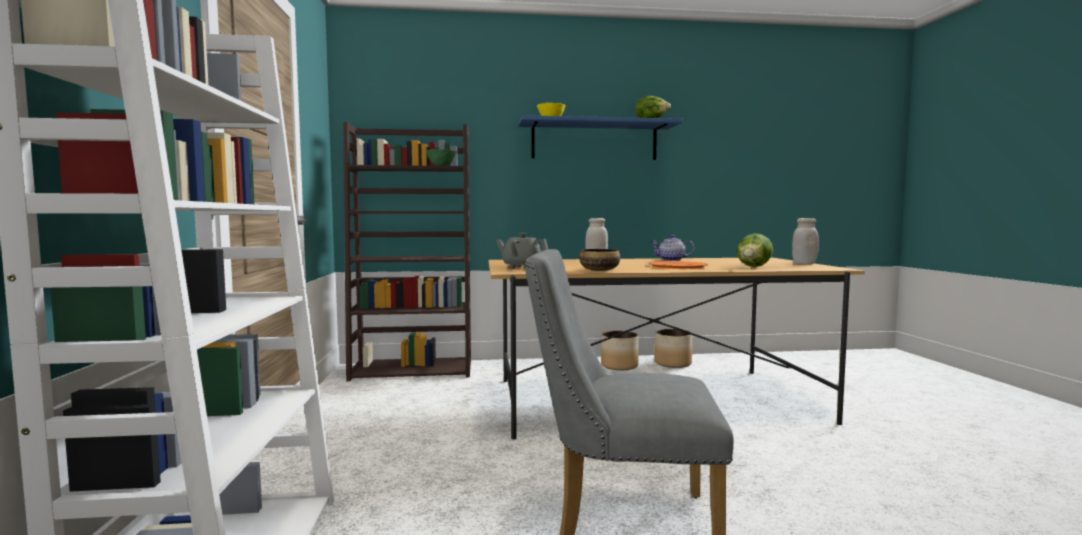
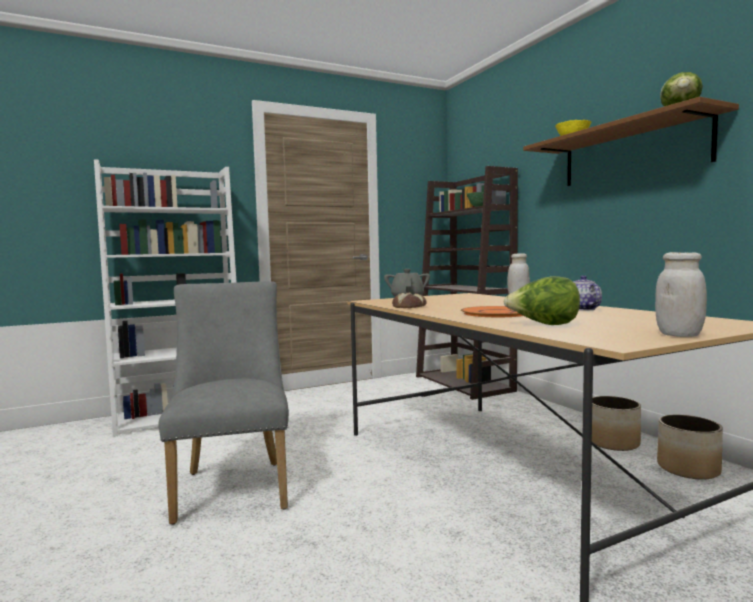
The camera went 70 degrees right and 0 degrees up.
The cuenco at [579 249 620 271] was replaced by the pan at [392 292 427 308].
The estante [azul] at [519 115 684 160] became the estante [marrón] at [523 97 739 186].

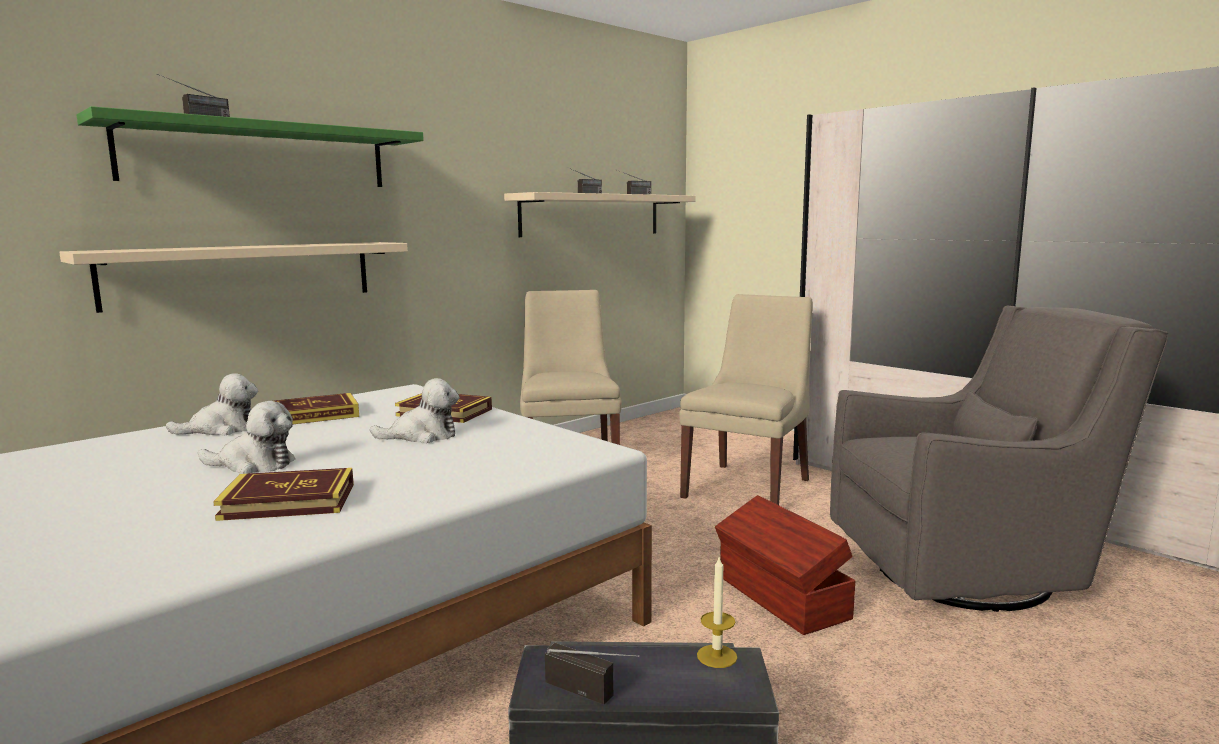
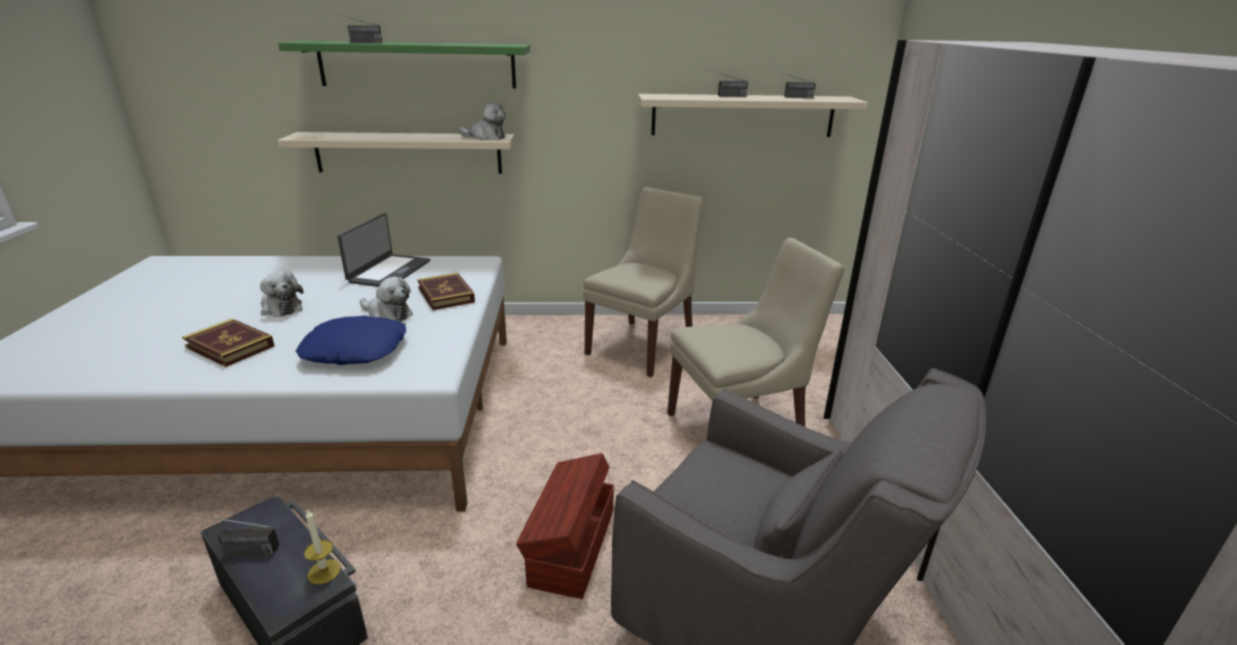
The camera went 40 degrees right and 15 degrees up.
The radio at [545 643 640 705] turned 105 degrees clockwise.
The cojín [azul] at [296 316 406 365] appeared.
The libro at [275 393 359 424] was replaced by the portátil at [337 213 430 287].
The peluche moved from [166 373 258 436] to [459 102 506 140].

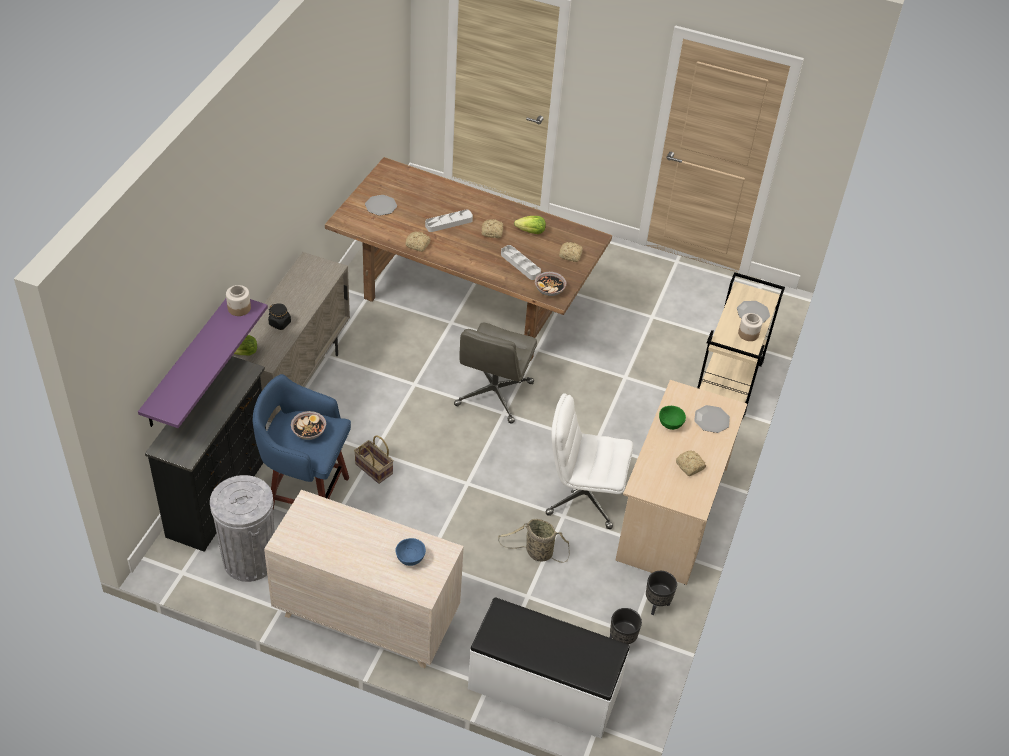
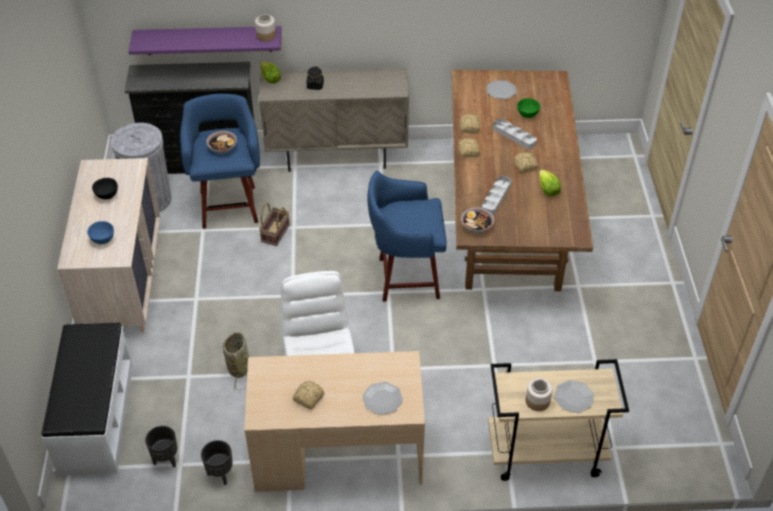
The camera went 70 degrees right and 0 degrees up.
The cuenco [negro] at [92 178 118 200] appeared.
The silla de oficina [gris] at [454 323 537 424] was replaced by the taburete [azul] at [367 171 447 302].
The pan moved from [559 242 583 262] to [458 138 480 158].
The cuenco [verde] moved from [659 406 686 430] to [517 98 540 118].

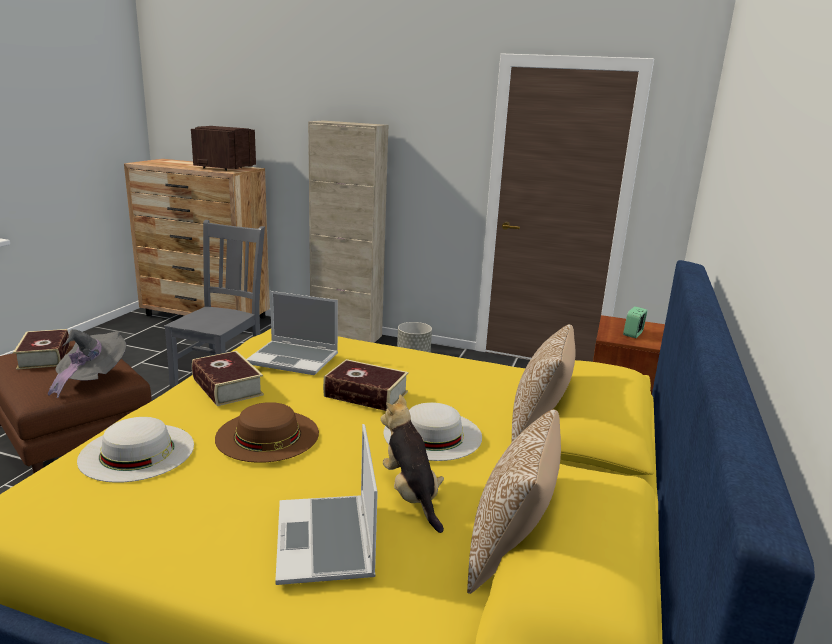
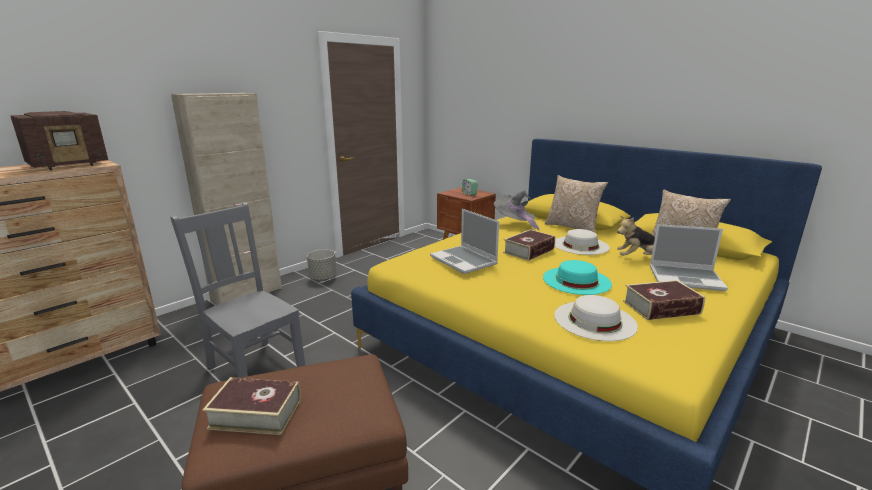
The camera went 65 degrees left and 0 degrees up.
The radio at [191 126 256 171] turned 90 degrees counterclockwise.
The portátil at [246 291 338 375] turned 105 degrees clockwise.
The sombrero [gris] moved from [48 329 126 398] to [494 190 540 230].
The sombrero [marrón] at [215 402 319 463] became the sombrero [turquesa] at [543 260 612 295].
The libro moved from [192 351 264 406] to [623 280 705 320].

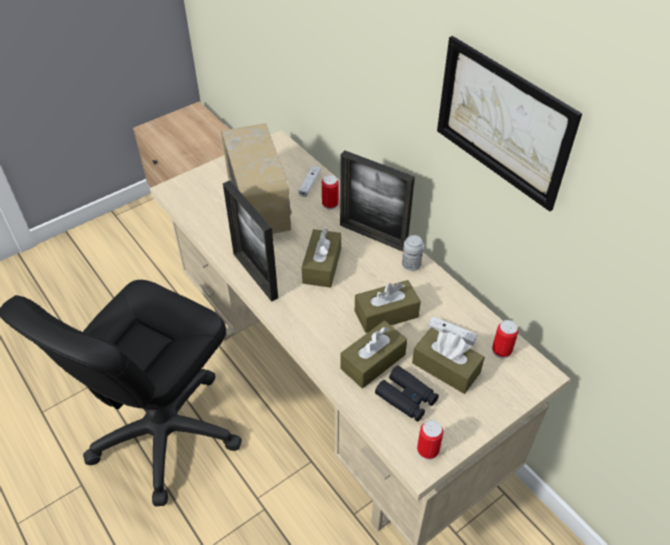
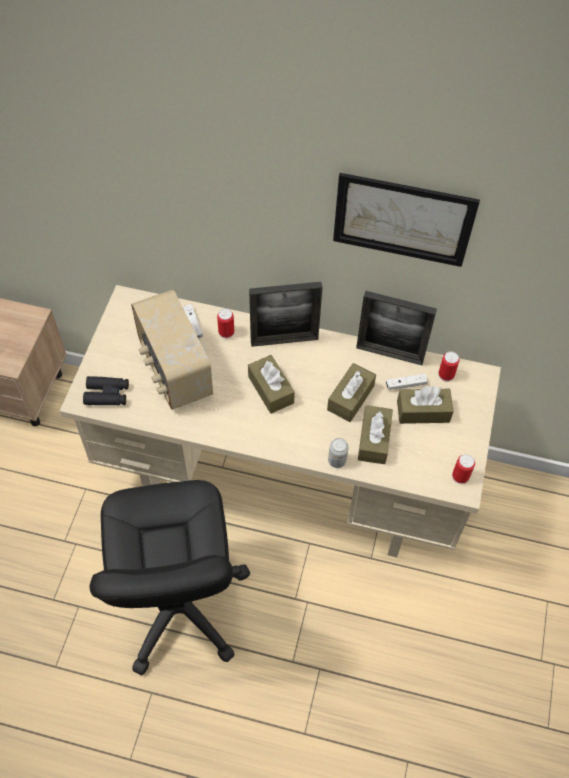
The camera went 40 degrees left and 10 degrees up.
The prismáticos [negro] moved from [375 366 439 422] to [83 376 129 406].
The radio at [221 123 292 234] turned 150 degrees counterclockwise.
The lata moved from [402 235 424 271] to [328 438 349 468].
The portarretratos moved from [223 180 278 302] to [356 291 437 365].

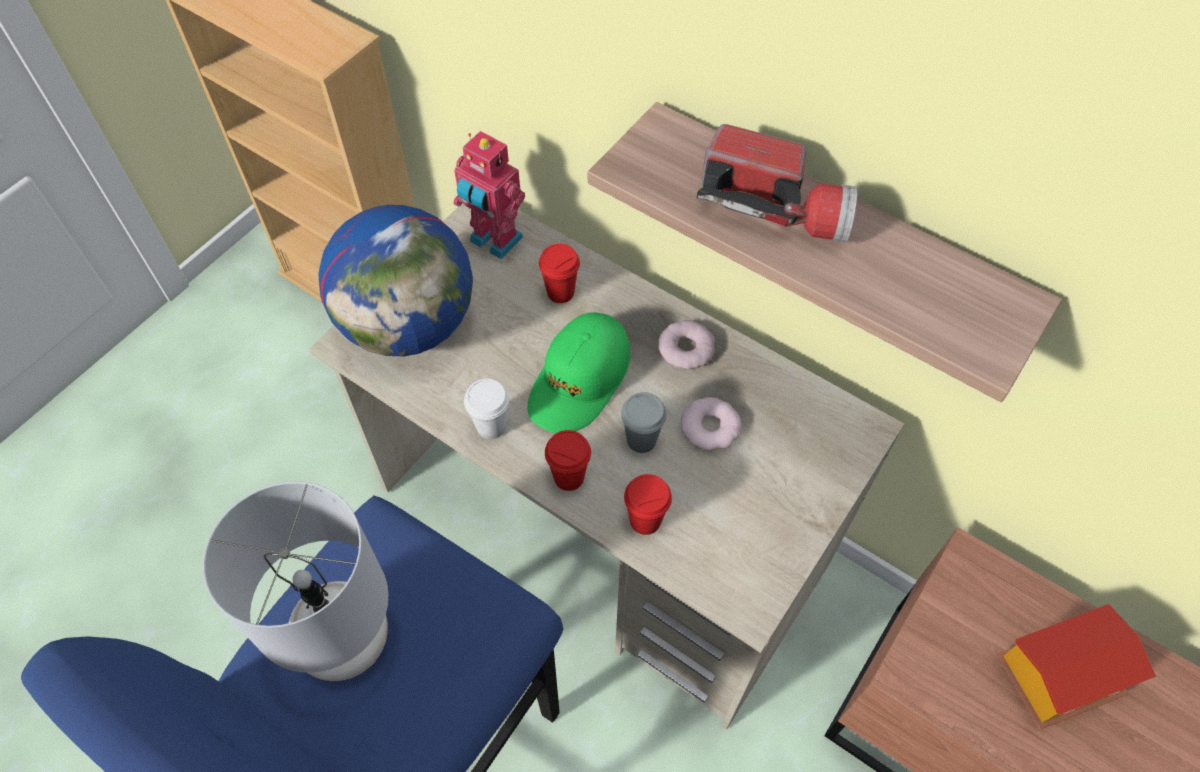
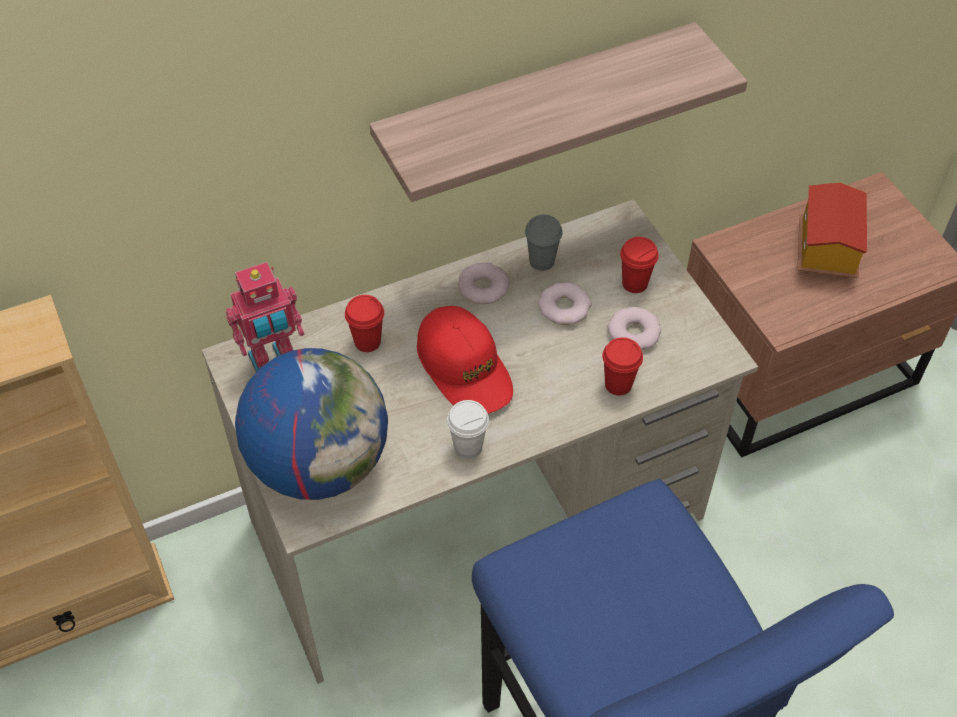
The camera went 60 degrees left and 5 degrees down.
The gorra [verde] at [528 312 630 433] became the gorra [rojo] at [417 306 513 414].
The taza [gris] moved from [621 392 666 453] to [525 215 563 271].
The rosquilla at [607 307 661 350] appeared.
The taza [rojo] moved from [545 430 591 491] to [620 237 659 293].
The lámpara de mesa [gris] at [203 481 388 681] disappeared.
The linterna at [696 124 857 243] disappeared.

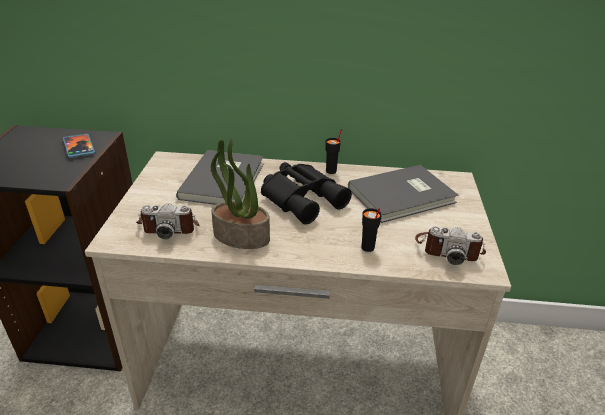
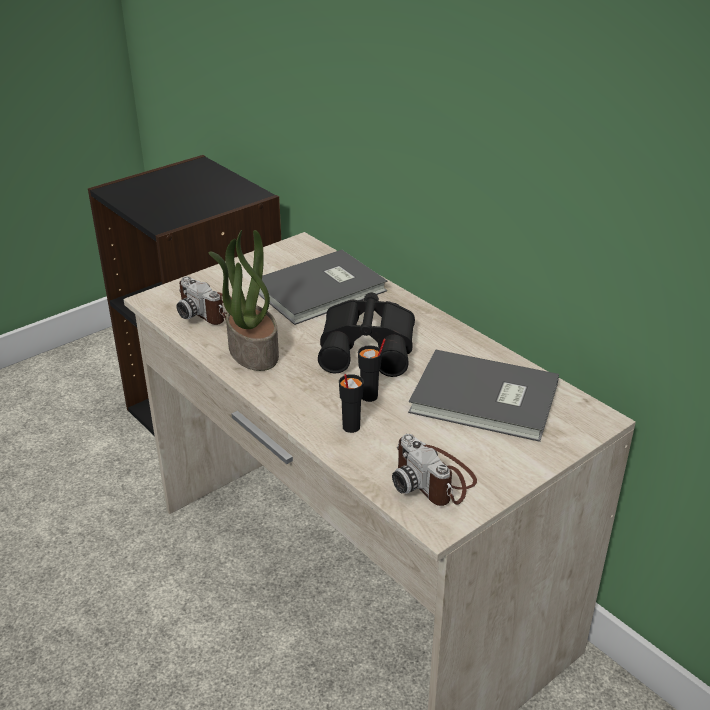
The camera went 45 degrees right and 0 degrees up.
The taza [negro] moved from [326 129 342 174] to [358 338 386 402].
The móvil at [63 133 95 158] disappeared.

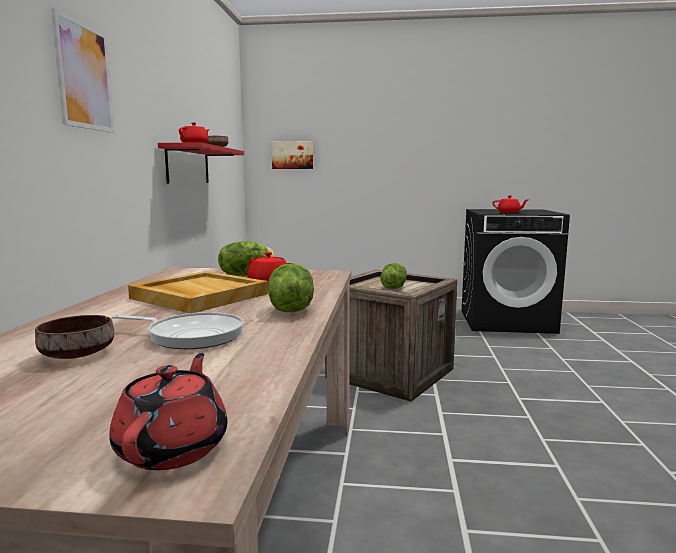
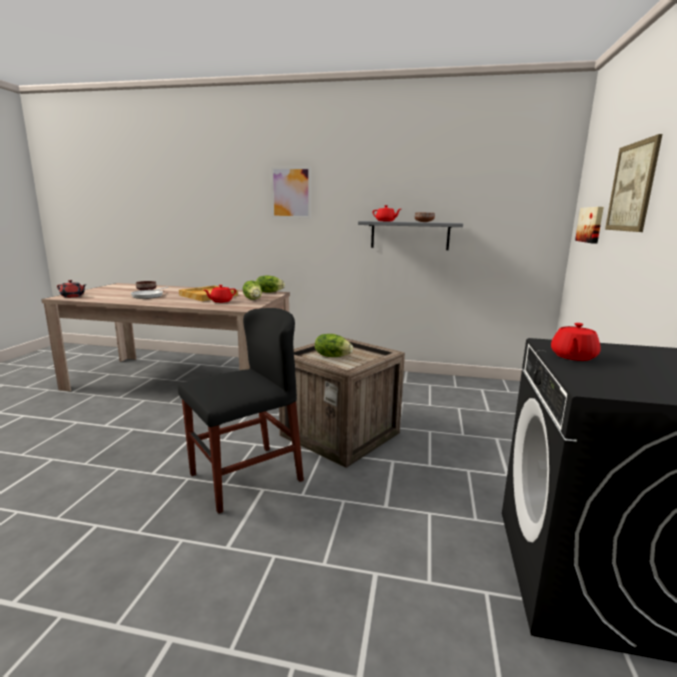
The camera went 95 degrees right and 5 degrees up.
The silla [negro] at [178 308 304 514] appeared.
The lechuga moved from [268 263 314 313] to [256 276 285 292].
The estante [rojo] at [158 142 244 184] became the estante [gris] at [358 221 463 250].
The cuadro at [605 134 662 232] appeared.

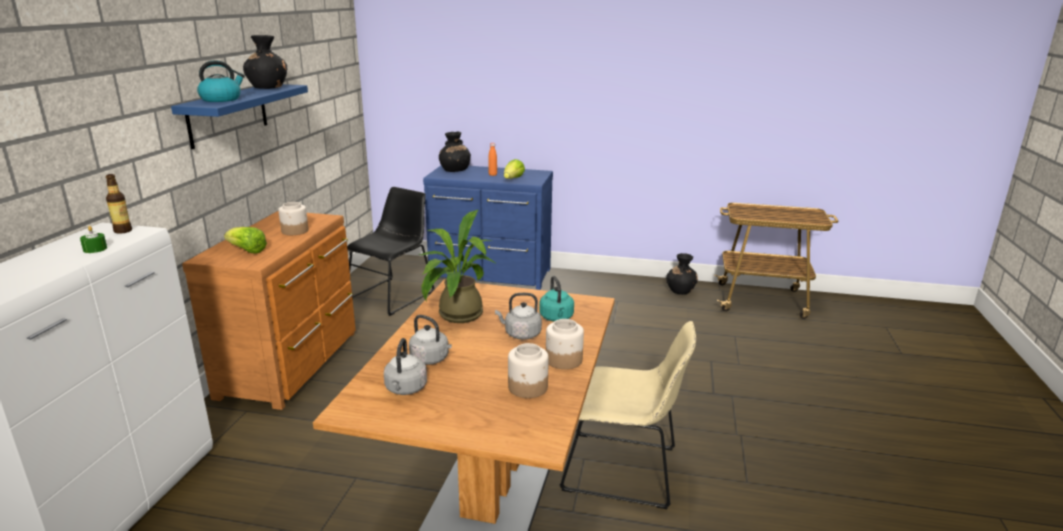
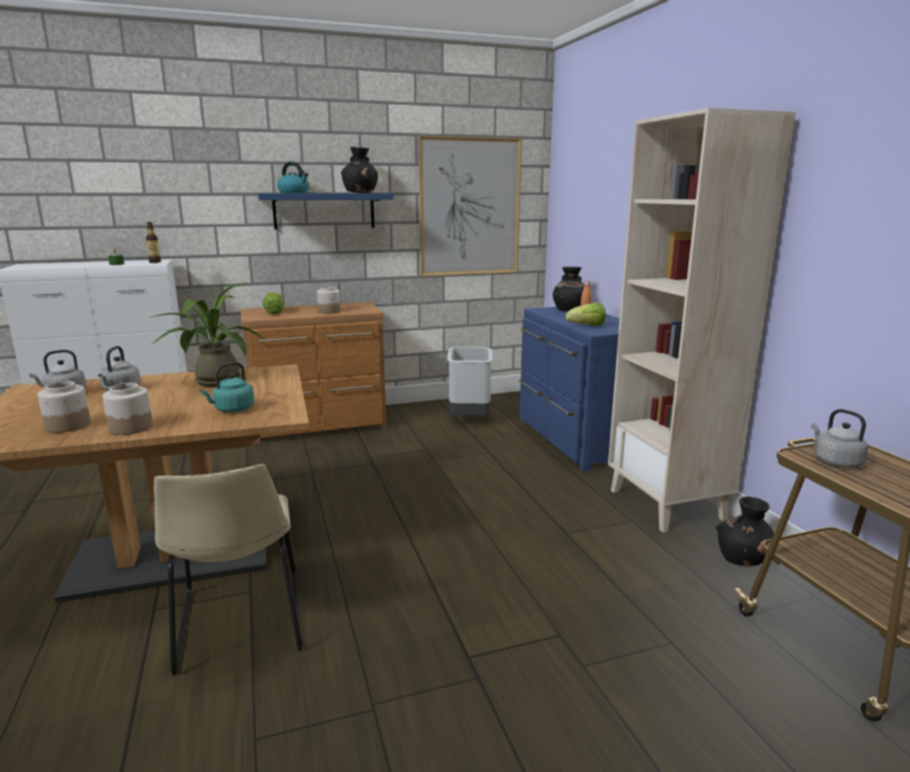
The camera went 60 degrees right and 5 degrees down.
The cuadro at [418 135 522 277] appeared.
The silla [negro] at [347 187 435 316] was replaced by the papelera [gris] at [447 347 493 416].
The estantería [beis] at [608 108 796 533] appeared.
The hervidor [gris] moved from [495 293 542 340] to [811 409 868 468].

